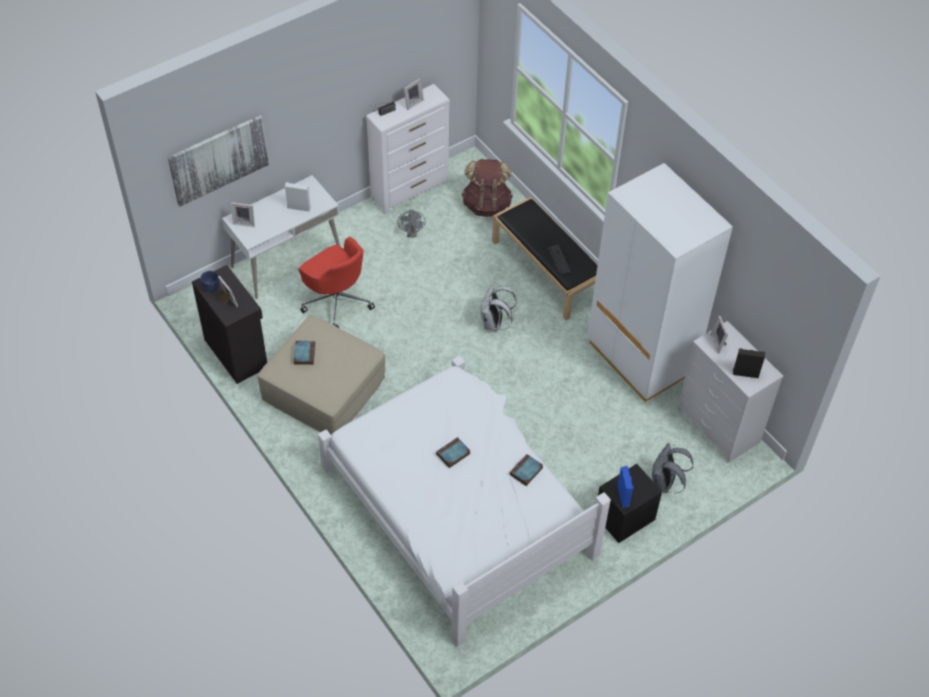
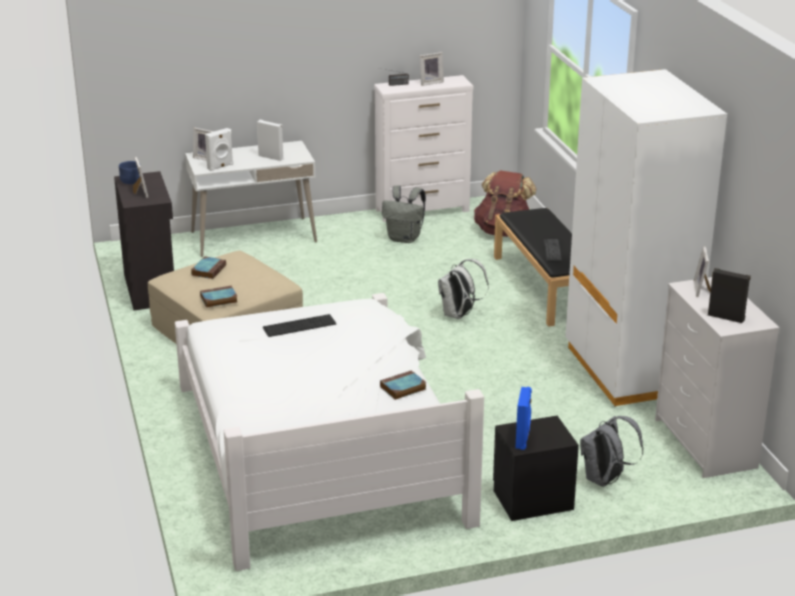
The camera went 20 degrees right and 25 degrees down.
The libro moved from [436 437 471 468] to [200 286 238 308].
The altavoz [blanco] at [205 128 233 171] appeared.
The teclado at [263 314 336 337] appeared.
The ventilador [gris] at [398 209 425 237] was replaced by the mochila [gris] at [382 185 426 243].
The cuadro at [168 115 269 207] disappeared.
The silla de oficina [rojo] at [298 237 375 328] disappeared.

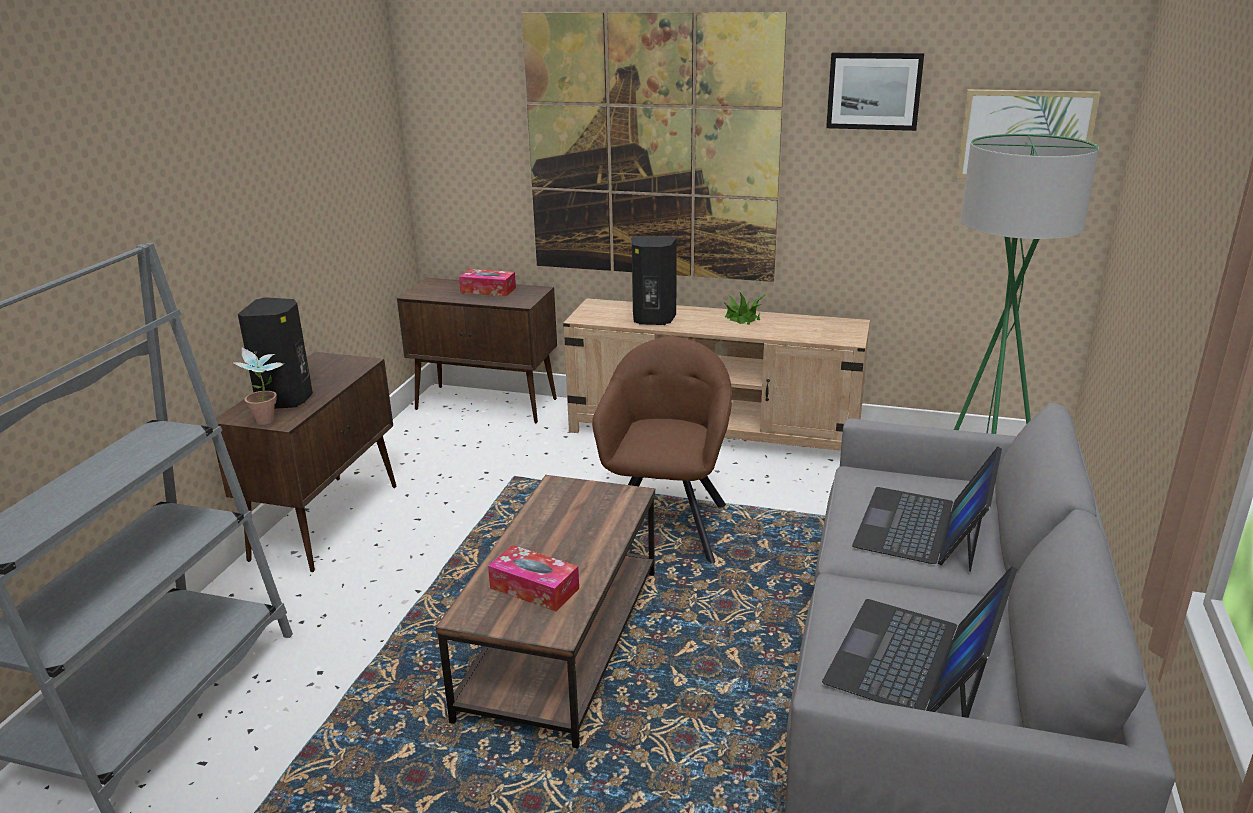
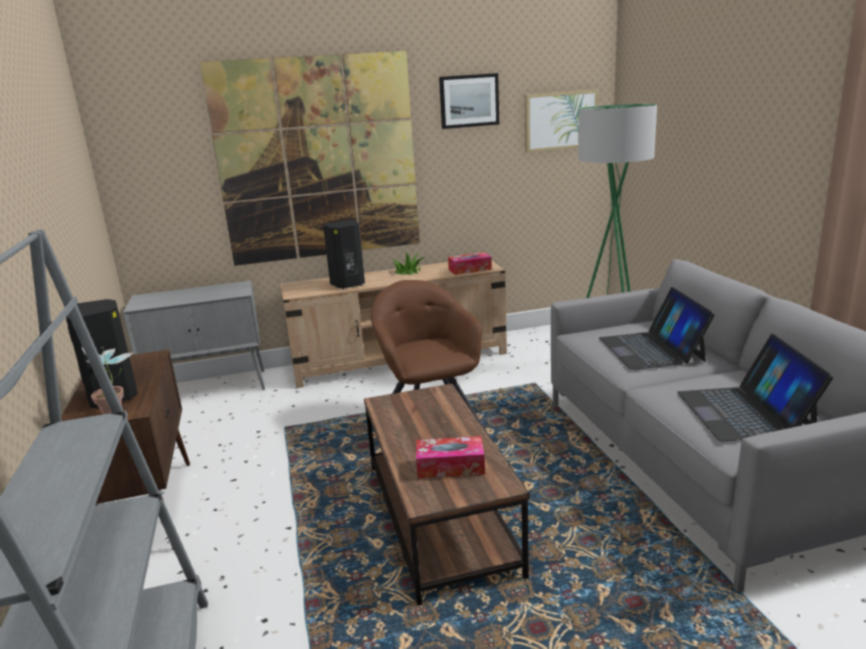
The camera went 30 degrees left and 5 degrees down.
The armario [marrón] at [397 278 557 423] became the armario [gris] at [123 280 265 390].
The caja de pañuelos moved from [459 269 516 296] to [448 252 492 275].

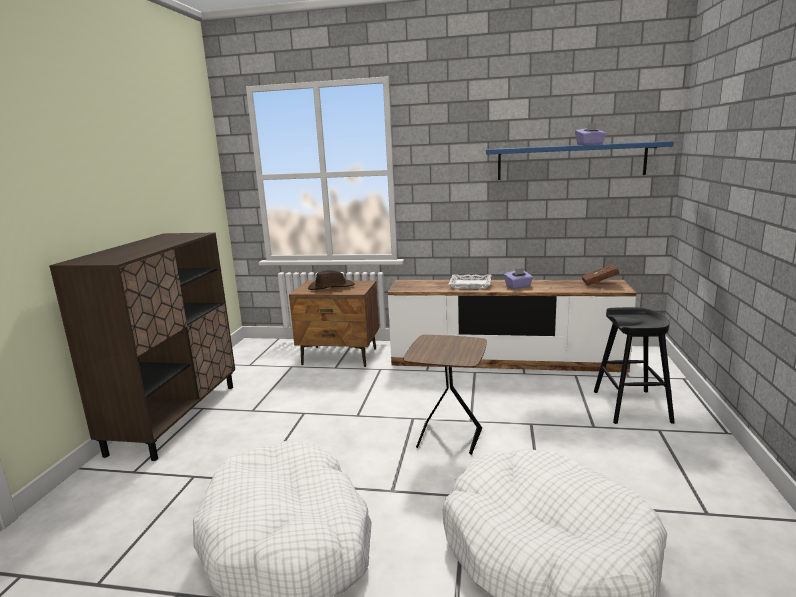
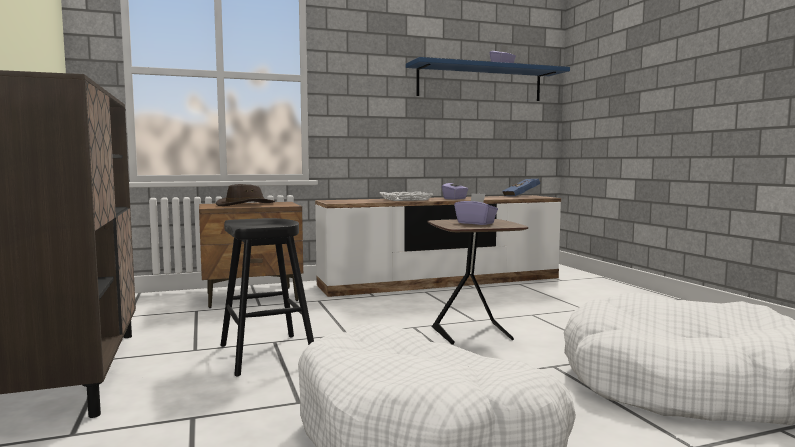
The camera went 30 degrees left and 10 degrees down.
The taburete [negro] moved from [594 307 675 424] to [220 218 314 377].
The caja de pañuelos [morado] at [454 193 498 225] appeared.
The libro [marrón] at [581 264 623 286] became the libro [azul] at [503 179 540 196].

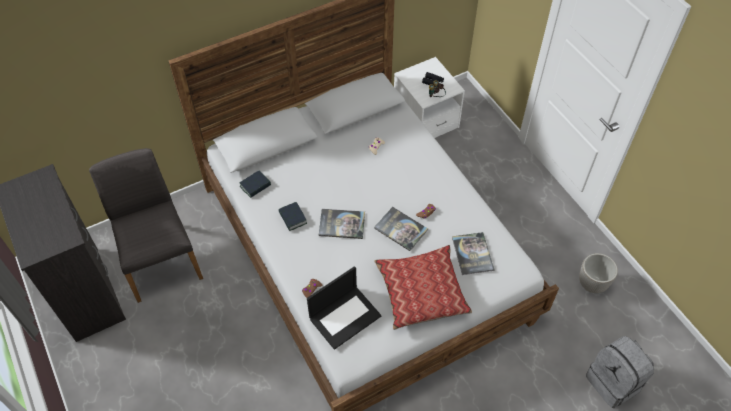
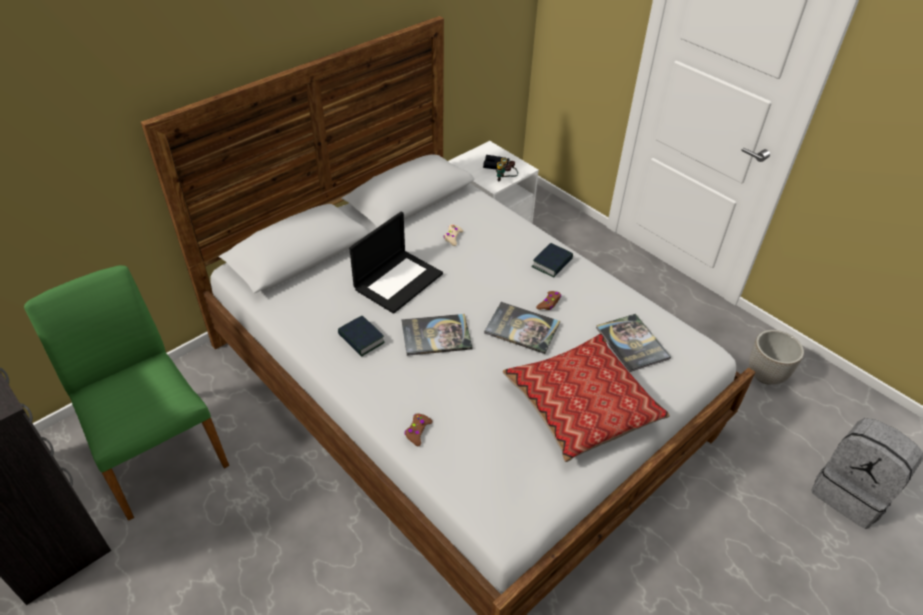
The camera went 15 degrees left and 10 degrees down.
The silla [gris] at [89 148 203 303] became the silla [verde] at [24 265 229 521].
The portátil moved from [307 266 381 350] to [349 211 443 314].
The libro moved from [240 170 271 198] to [532 243 573 278].

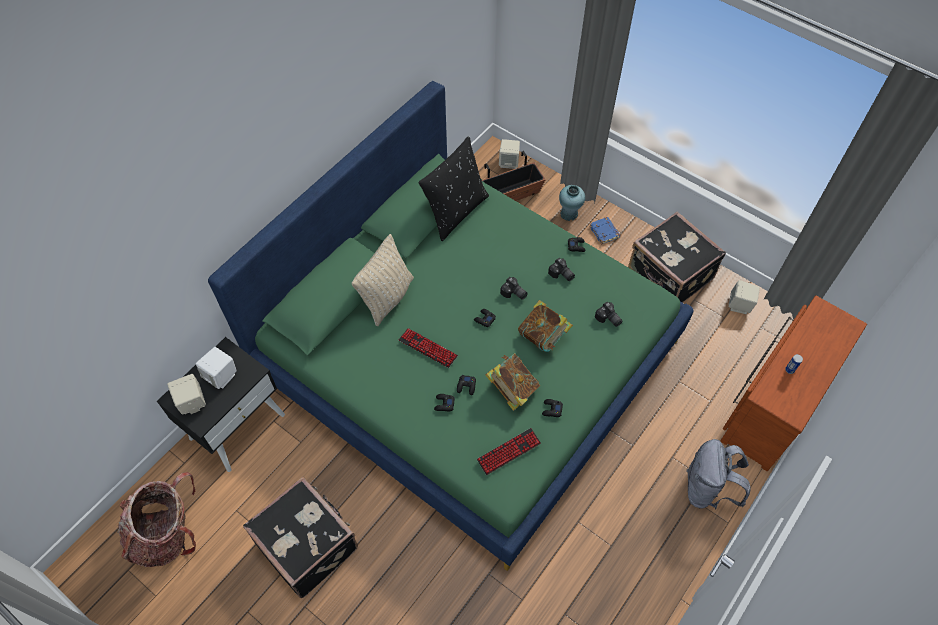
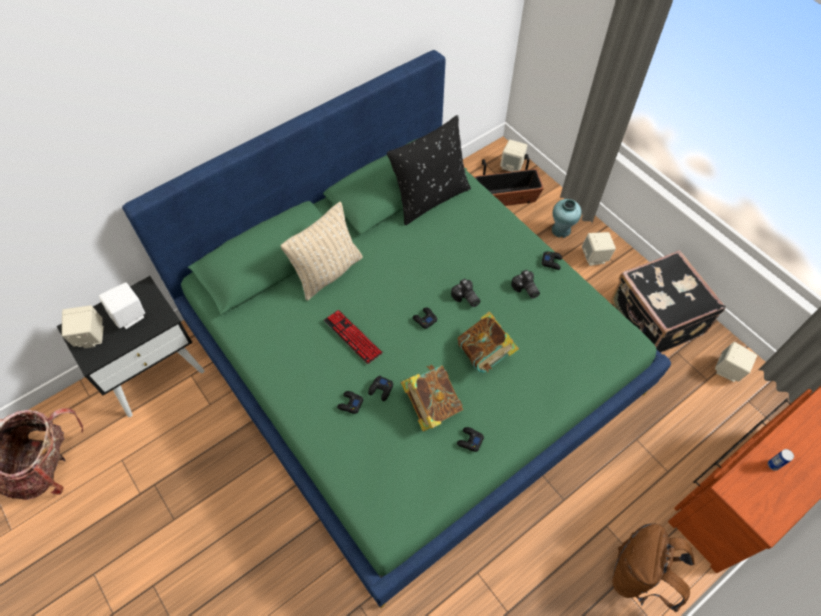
The camera went 15 degrees right and 0 degrees up.
The libro [azul] at [589 217 621 245] was replaced by the altavoz [beis] at [582 232 616 266].
The mochila [gris] at [687 439 751 509] became the mochila [marrón] at [613 523 694 612].
The maleta [negro] at [243 476 358 598] disappeared.
The teclado at [477 428 541 475] disappeared.
The cámara at [595 302 622 327] disappeared.

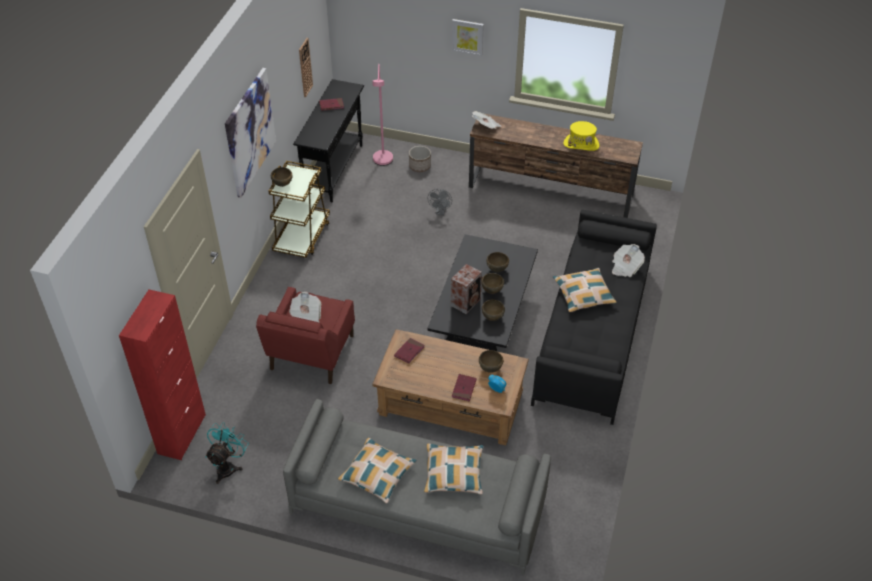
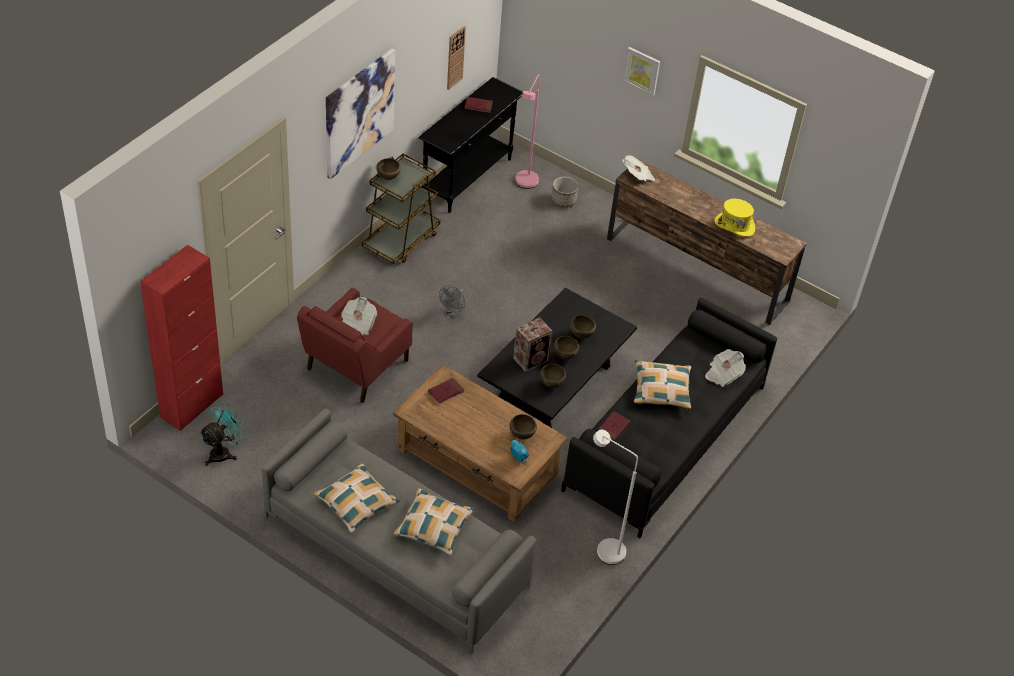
The camera went 15 degrees right and 0 degrees up.
The ventilador [gris] moved from [428 189 452 215] to [439 285 465 318].
The lámpara de pie [blanco] at [593 430 638 565] appeared.
The libro [rojo] moved from [452 374 477 401] to [598 411 630 441].

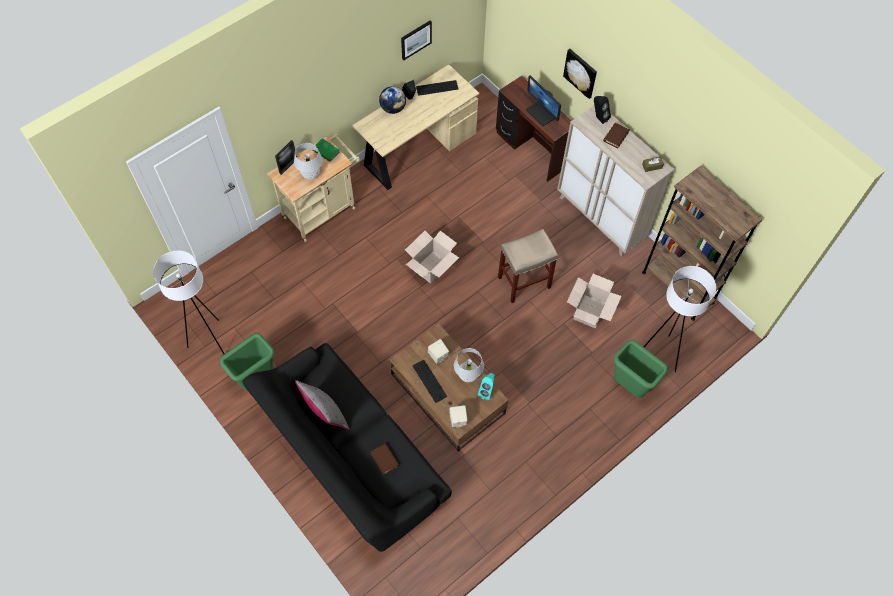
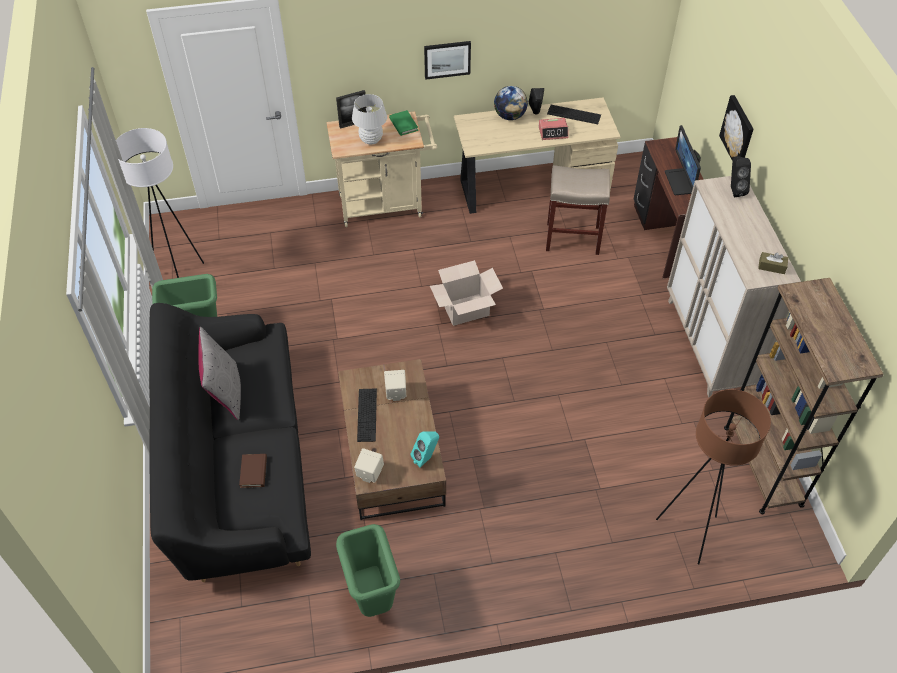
The camera went 30 degrees right and 10 degrees down.
The papelera [verde] moved from [614 340 668 398] to [336 524 400 617].
The cuadro moved from [401 21 432 60] to [424 41 471 80].
The despertador at [539 118 569 140] appeared.
The taburete [beis] moved from [498 229 558 303] to [546 165 610 255].
The lámpara de pie [blanco] at [644 266 716 372] became the lámpara de pie [marrón] at [656 389 771 565].
The lámpara de mesa [blanco] at [454 348 484 383] disappeared.
The caja de cartón at [567 274 622 328] disappeared.
The libro [marrón] at [603 123 629 148] disappeared.

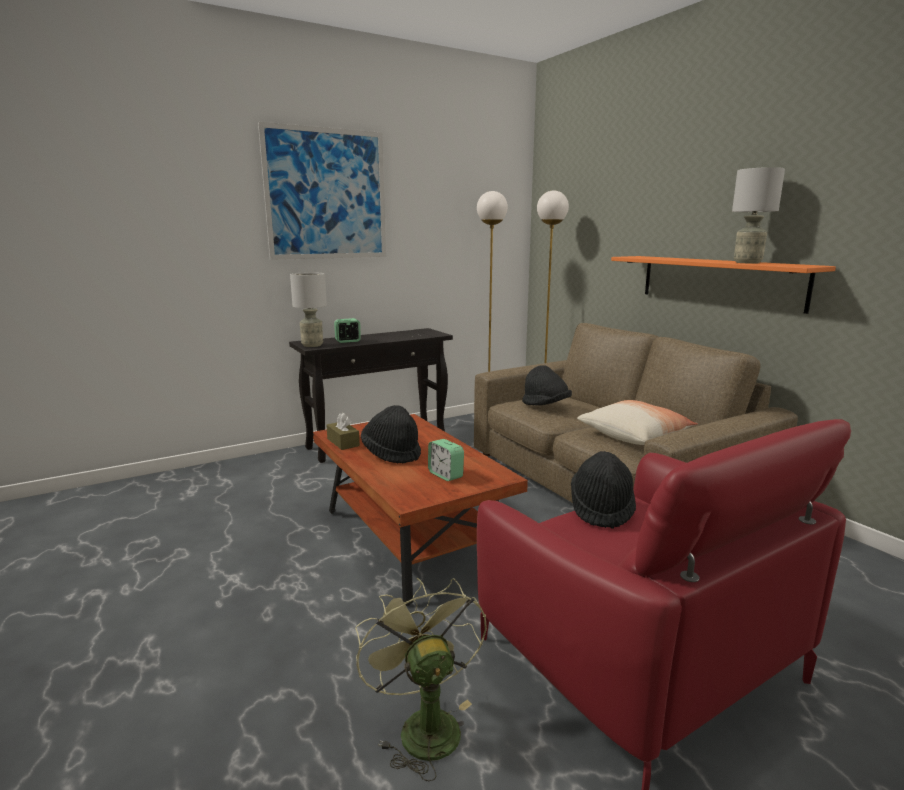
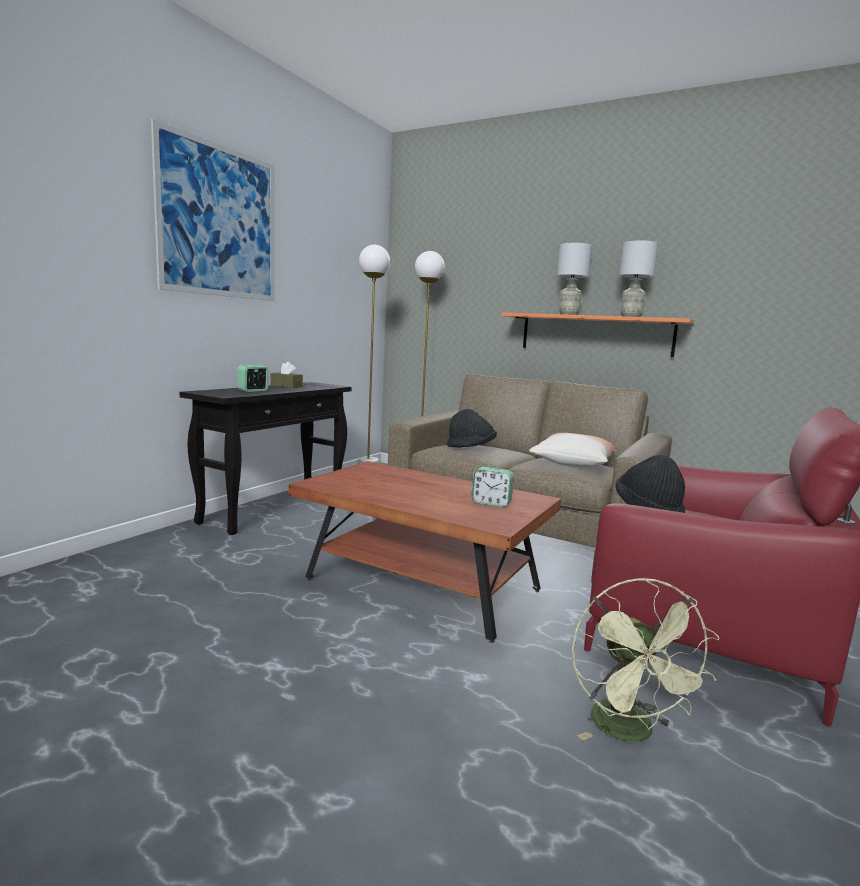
The camera went 30 degrees left and 5 degrees down.
The caja de pañuelos [marrón] moved from [327 413 360 450] to [271 362 303 388].
The lámpara de mesa [gris] moved from [290 272 327 347] to [557 243 592 315].
The ventilador [verde] at [355 578 487 782] turned 135 degrees counterclockwise.
The sombrero [negro] at [361 405 421 464] disappeared.

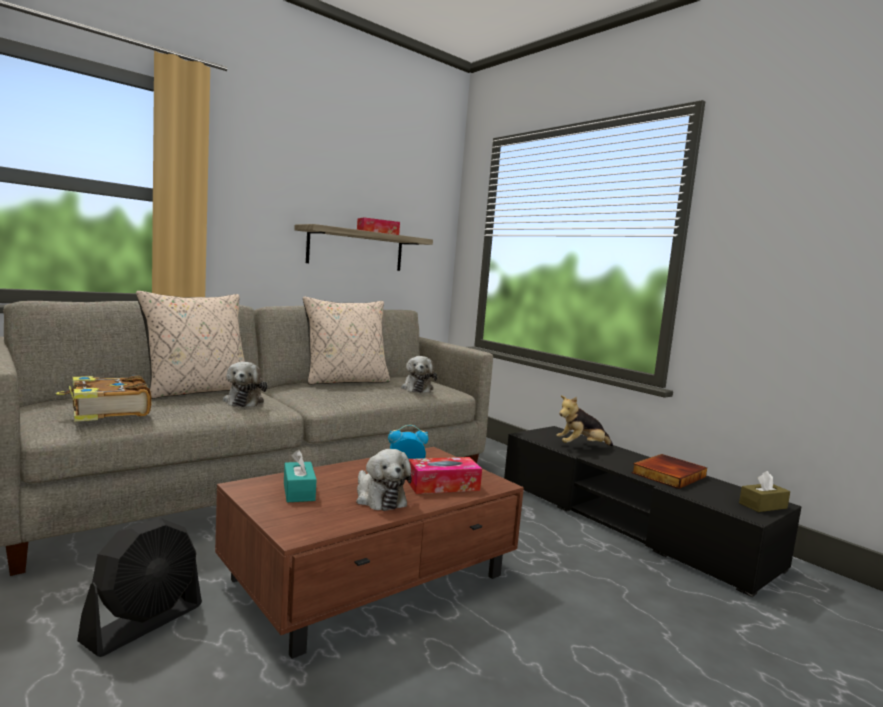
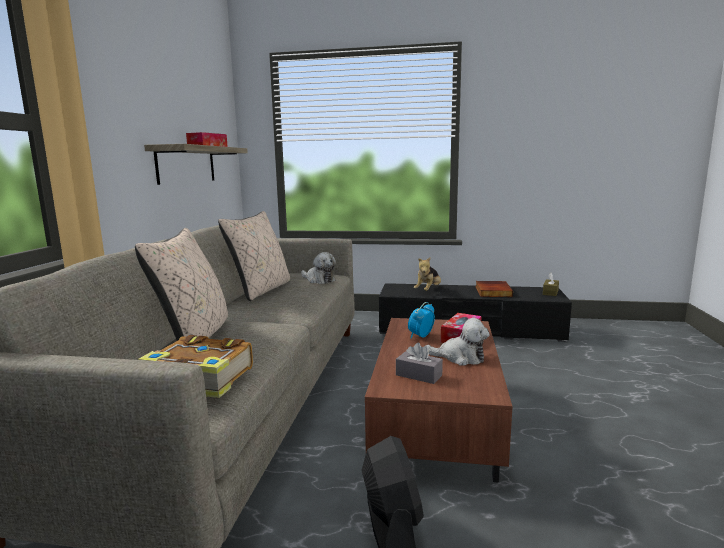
The camera went 40 degrees left and 5 degrees up.
The caja de pañuelos [turquesa] at [284 450 317 502] became the caja de pañuelos [gris] at [396 343 443 384].
The peluche at [223 362 267 407] disappeared.

